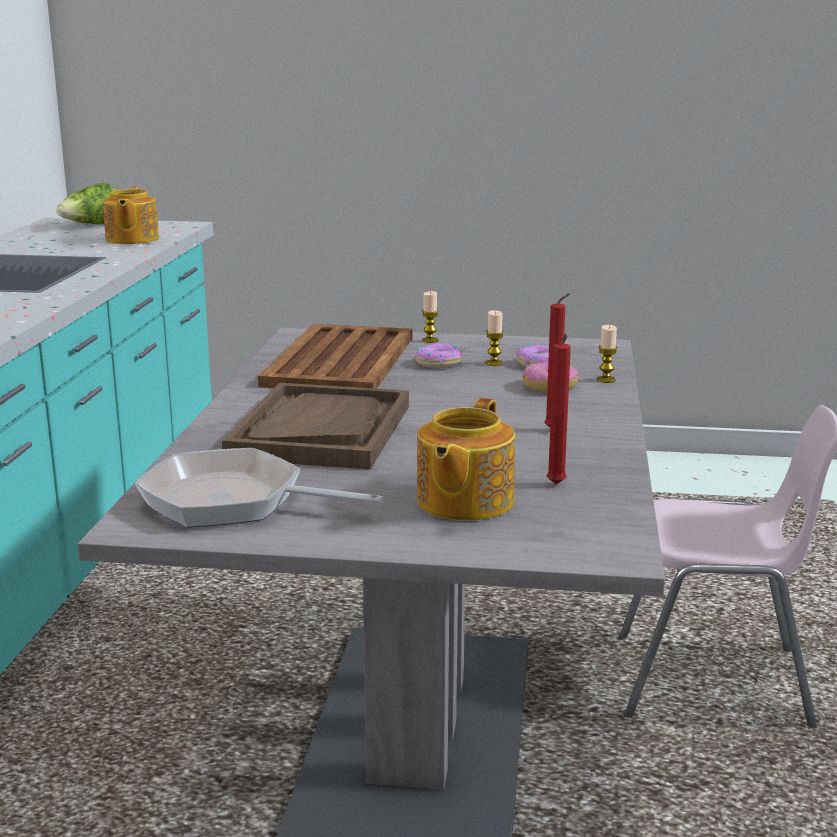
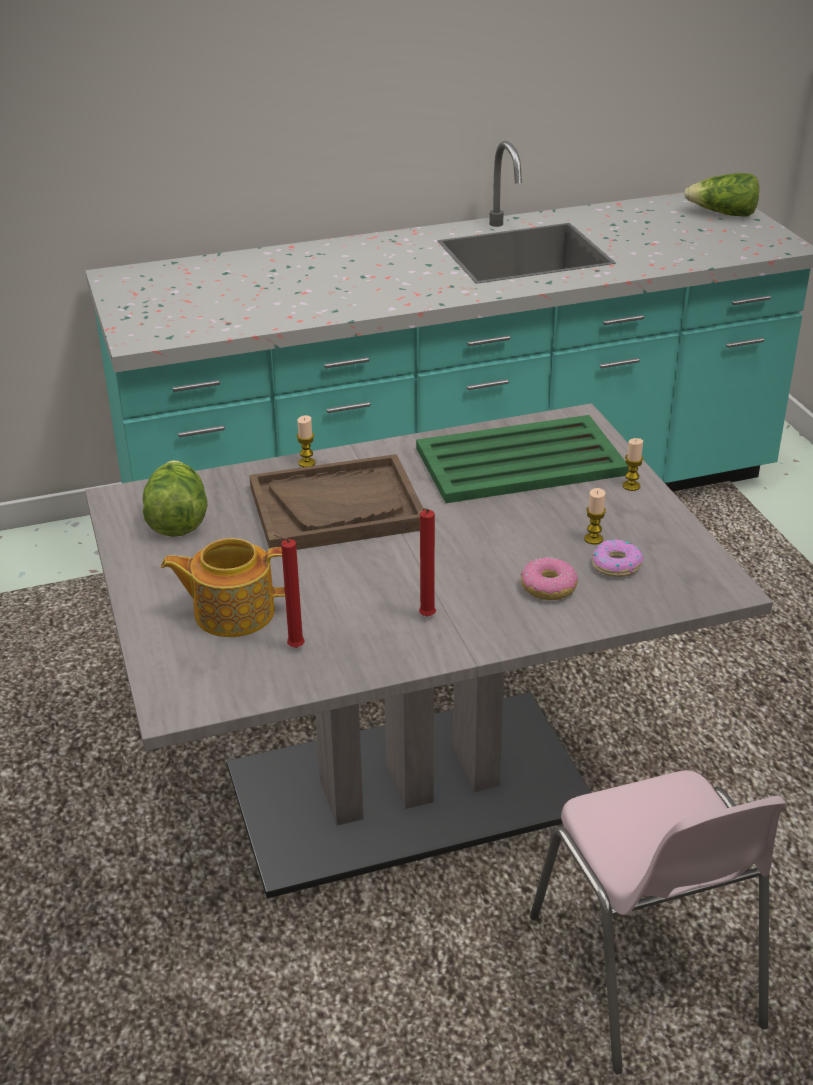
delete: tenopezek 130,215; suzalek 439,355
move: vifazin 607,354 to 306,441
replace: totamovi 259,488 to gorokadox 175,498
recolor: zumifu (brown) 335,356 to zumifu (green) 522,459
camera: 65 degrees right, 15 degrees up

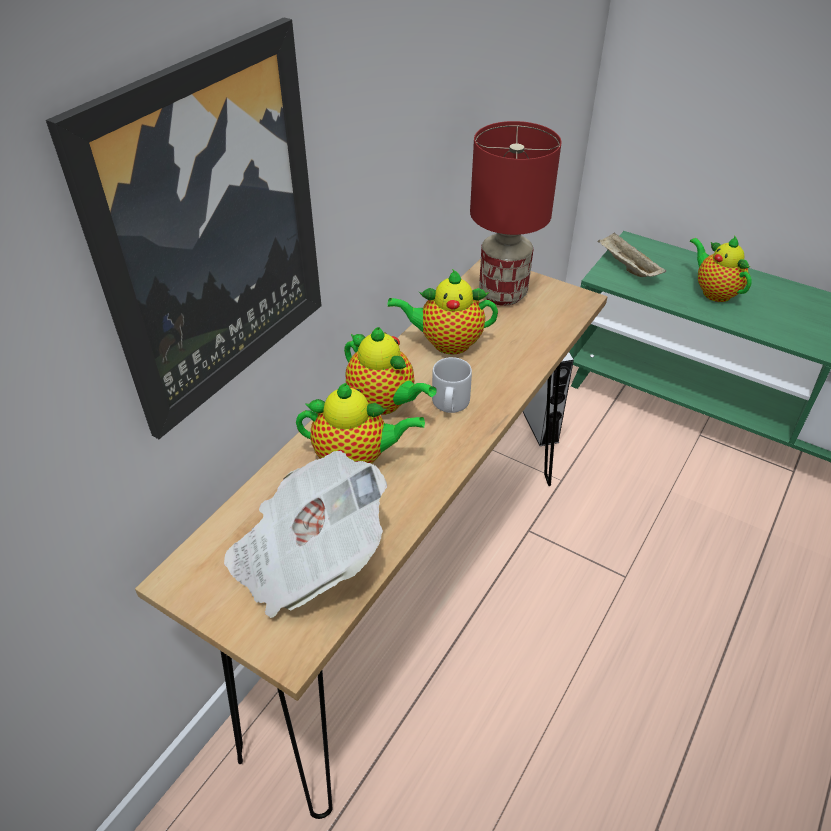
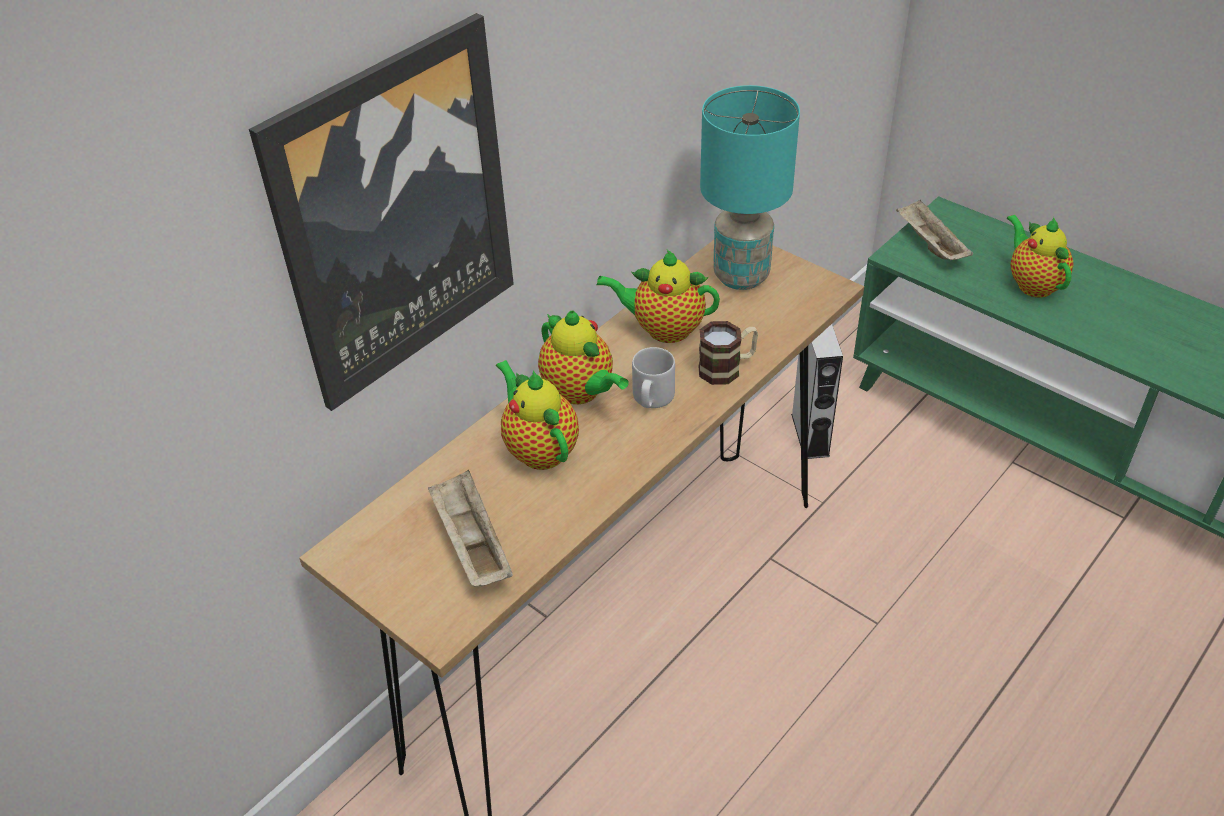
insert: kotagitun 728,353
replace: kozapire 305,534 to zumifu (beige) 470,528
recolor: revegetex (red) 516,213 to revegetex (turquoise) 750,187
rotate: tenopezek 360,423 = 537,415 135 degrees counterclockwise
camera: 10 degrees right, 0 degrees up

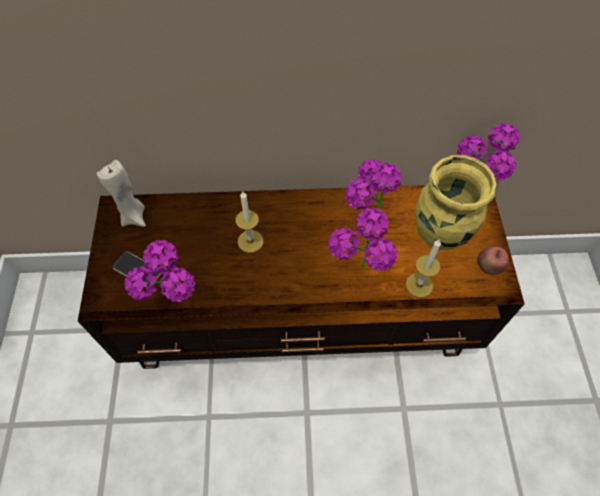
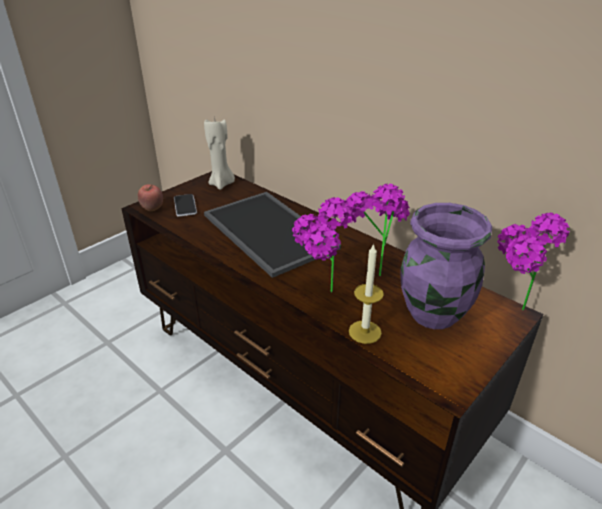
delete: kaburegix 159,271
move: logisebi 493,260 to 150,197
replace: vifazin 249,222 to zumifu 272,235
recolor: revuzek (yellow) 456,202 to revuzek (purple) 446,266
camera: 45 degrees right, 25 degrees down

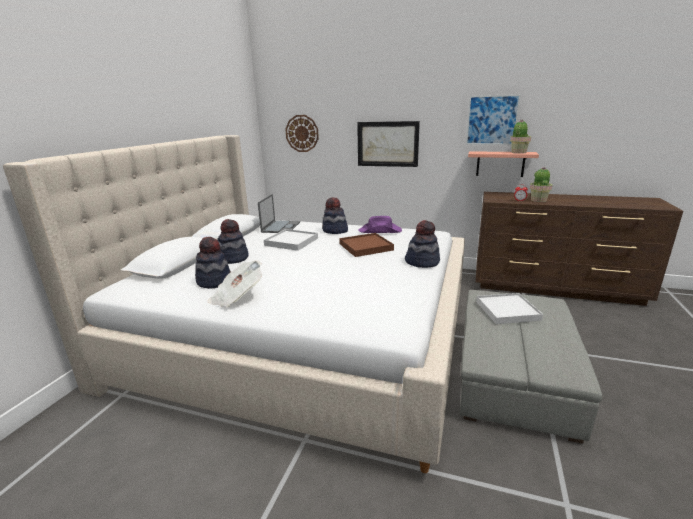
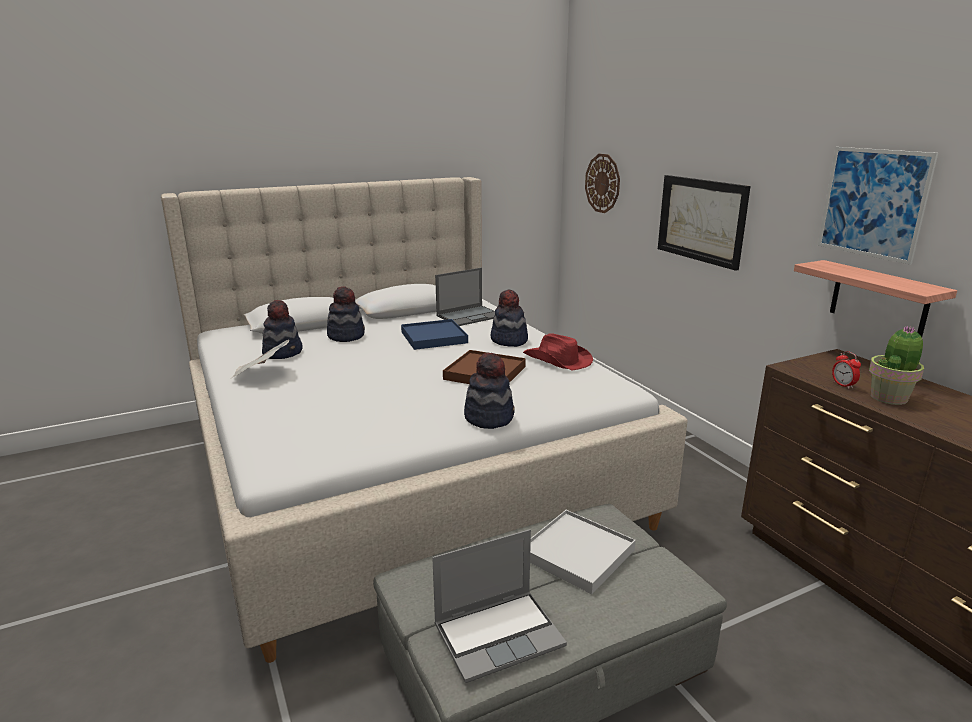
delete: kaburegix 520,137
insert: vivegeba 499,606
recolor: zumifu (white) 291,240 to zumifu (blue) 434,334; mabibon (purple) 380,224 to mabibon (red) 558,352
camera: 45 degrees right, 0 degrees up

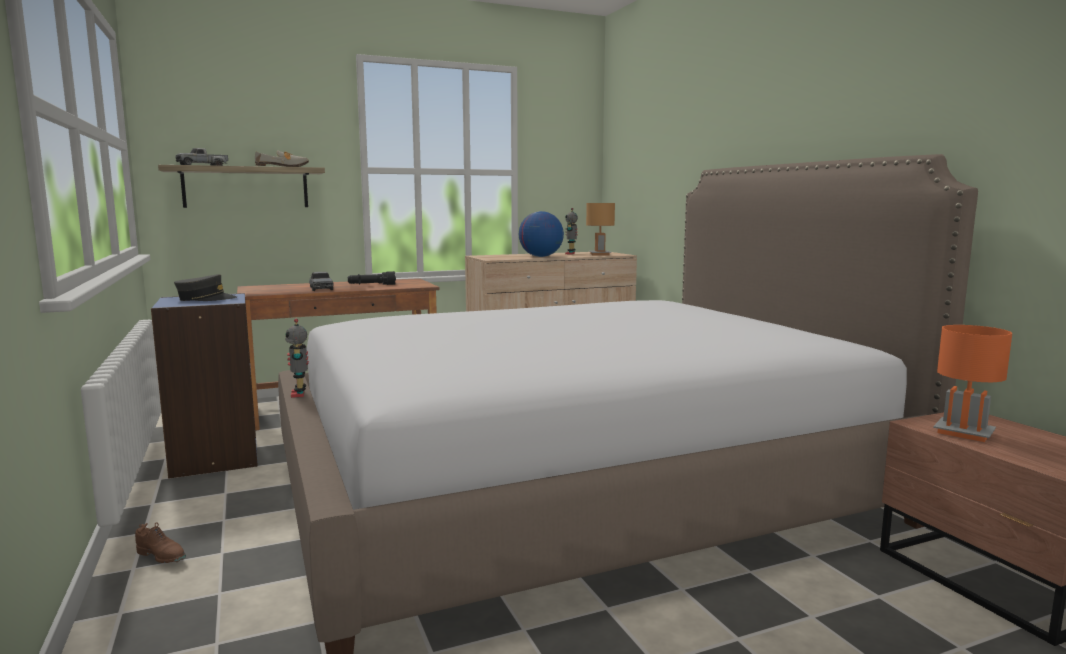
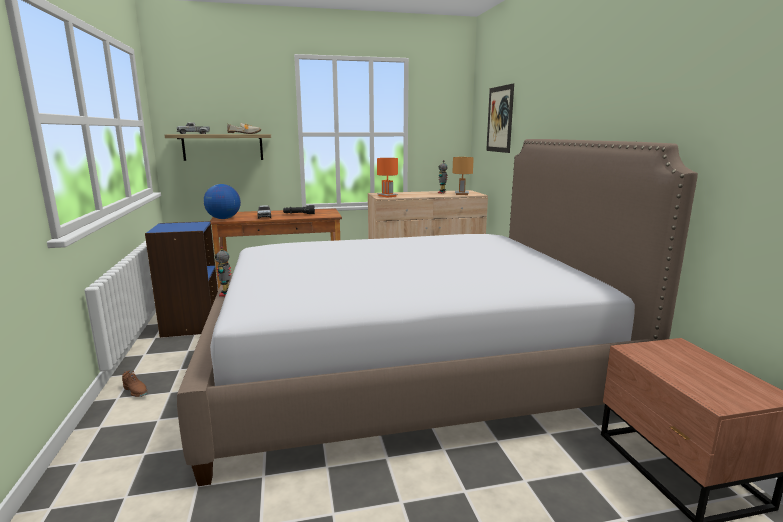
delete: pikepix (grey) 205,287
insert: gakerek 500,118
move: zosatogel 541,234 to 222,201; revegetex (orange) 972,383 to 387,178
camera: 10 degrees right, 5 degrees up

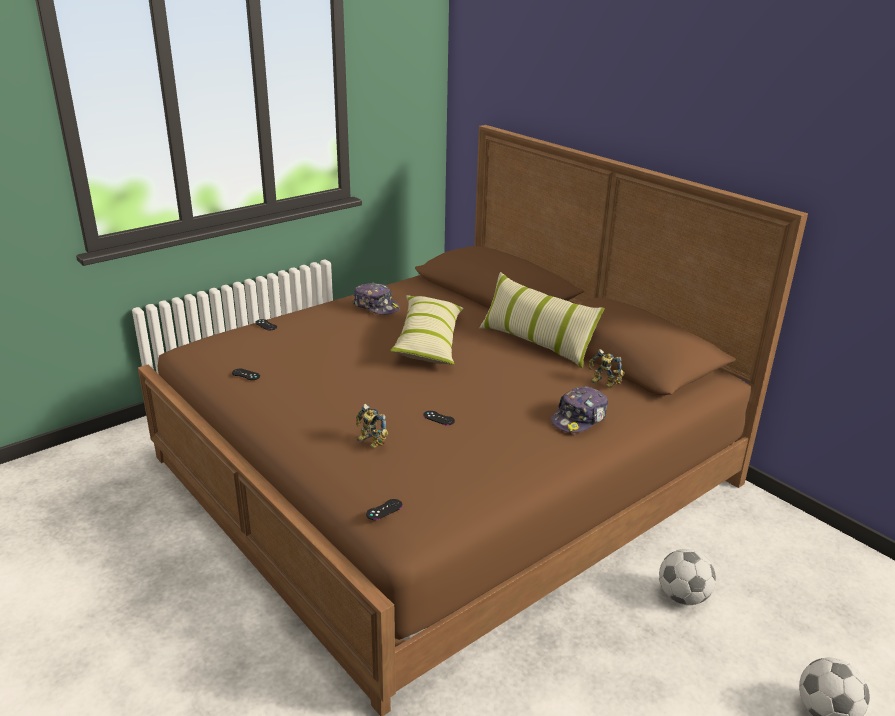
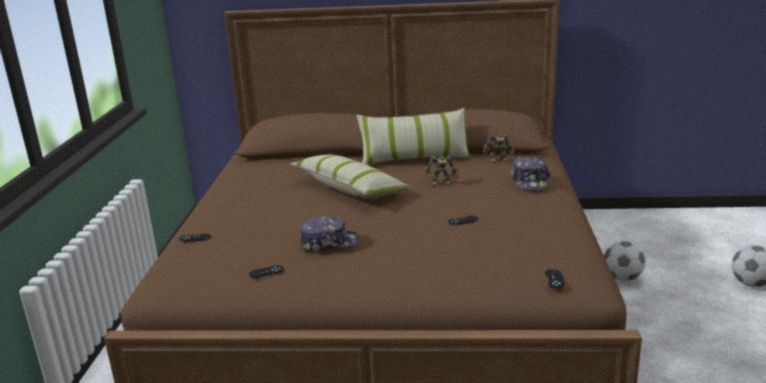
move: pikepix 376,298 to 330,234; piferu 372,426 to 441,171
camera: 45 degrees left, 5 degrees down

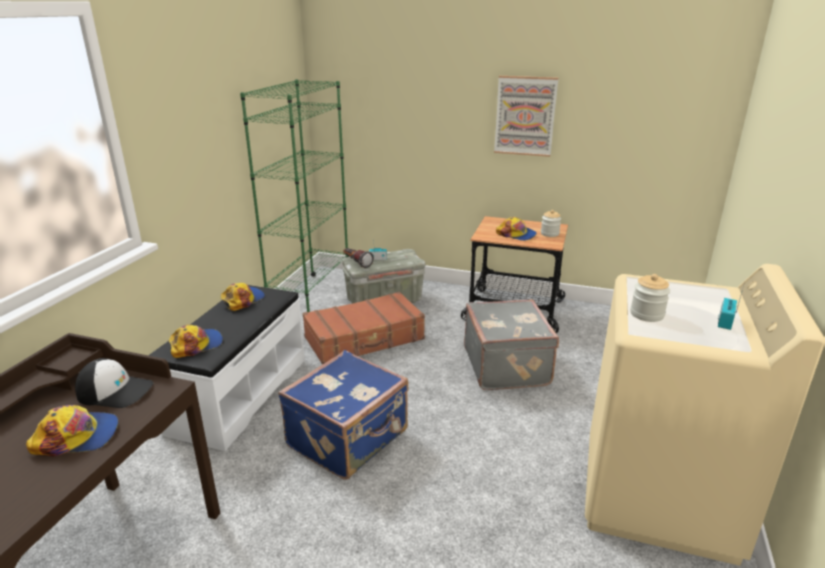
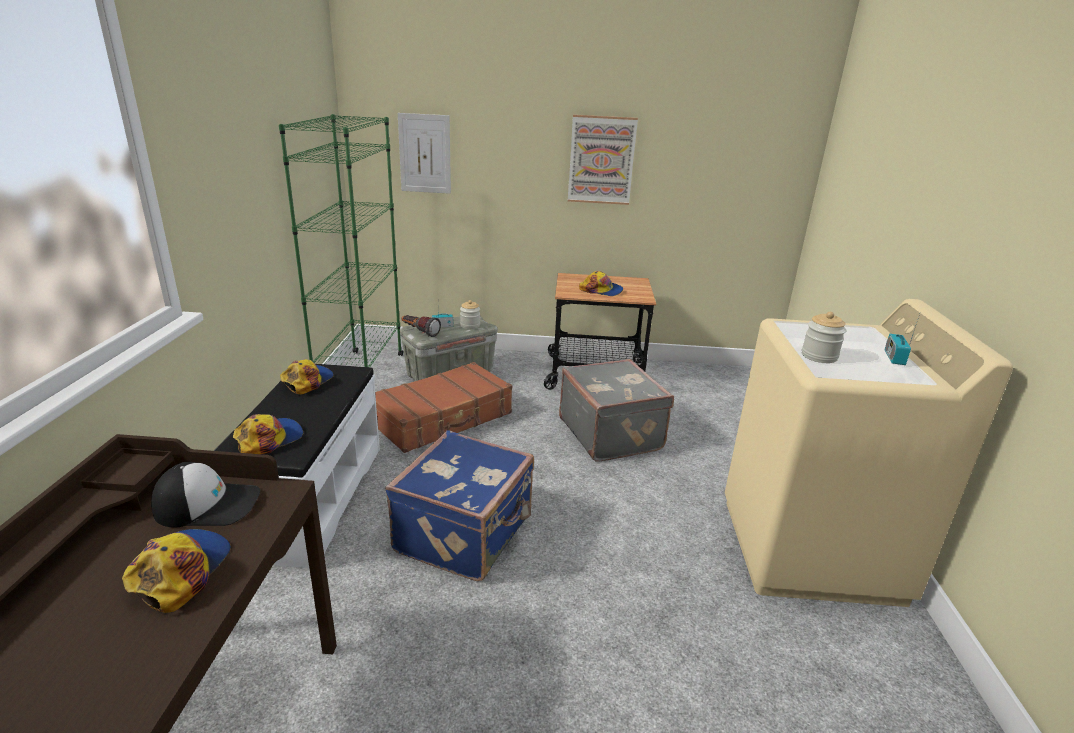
insert: gakerek 424,153
move: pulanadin 551,223 to 470,314
rotate: pikepix 72,430 = 176,571 60 degrees counterclockwise
camera: 15 degrees left, 0 degrees up

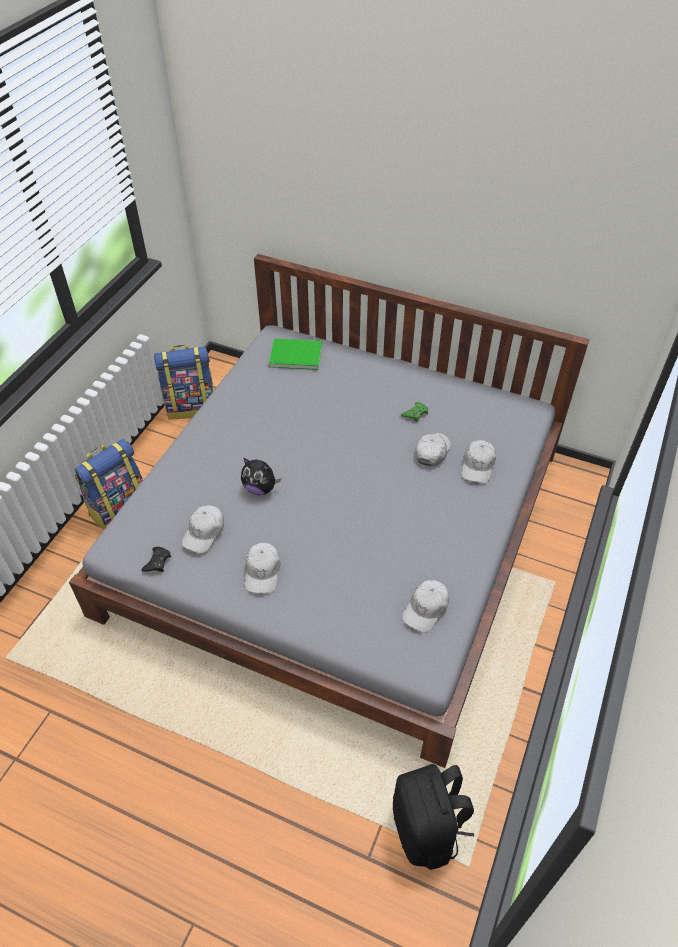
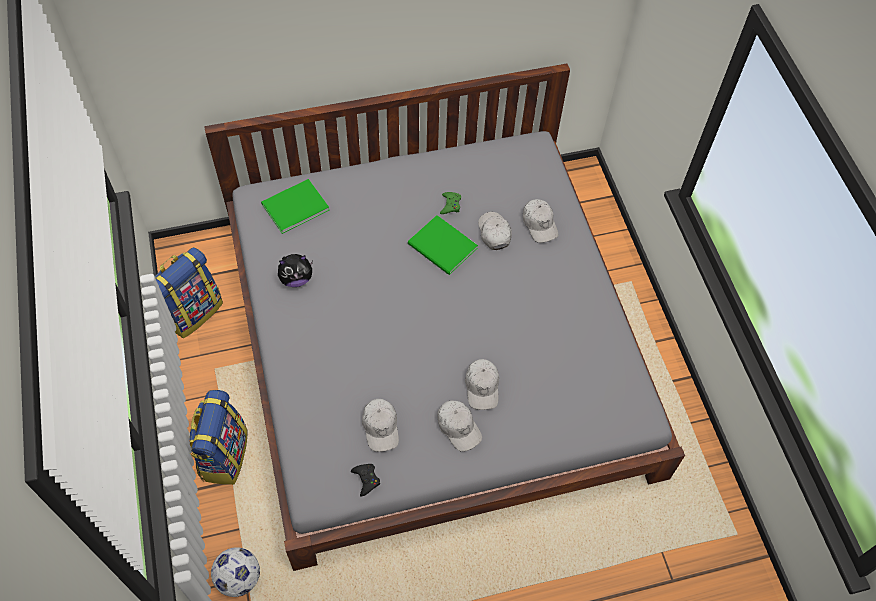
delete: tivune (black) 433,817
insert: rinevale 235,572; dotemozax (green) 443,245
move: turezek 261,476 to 295,270; pikepix (white) 425,606 to 482,384
camera: 40 degrees left, 10 degrees up

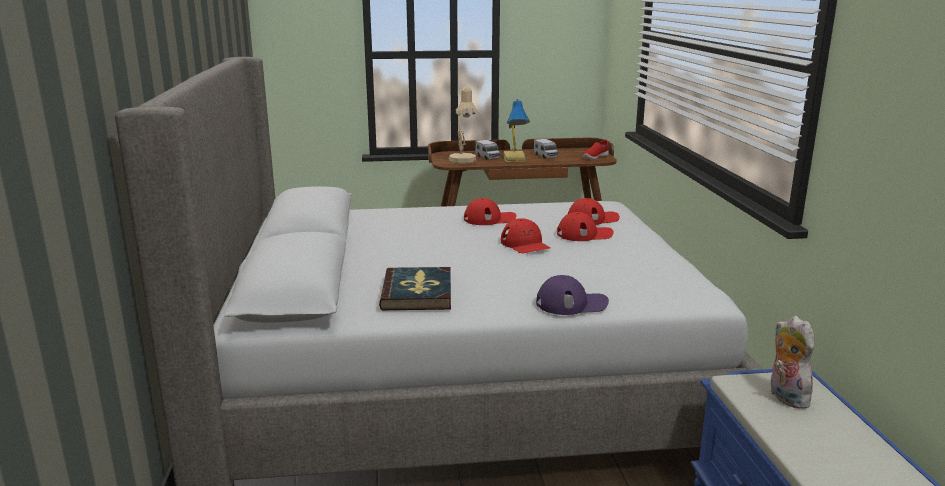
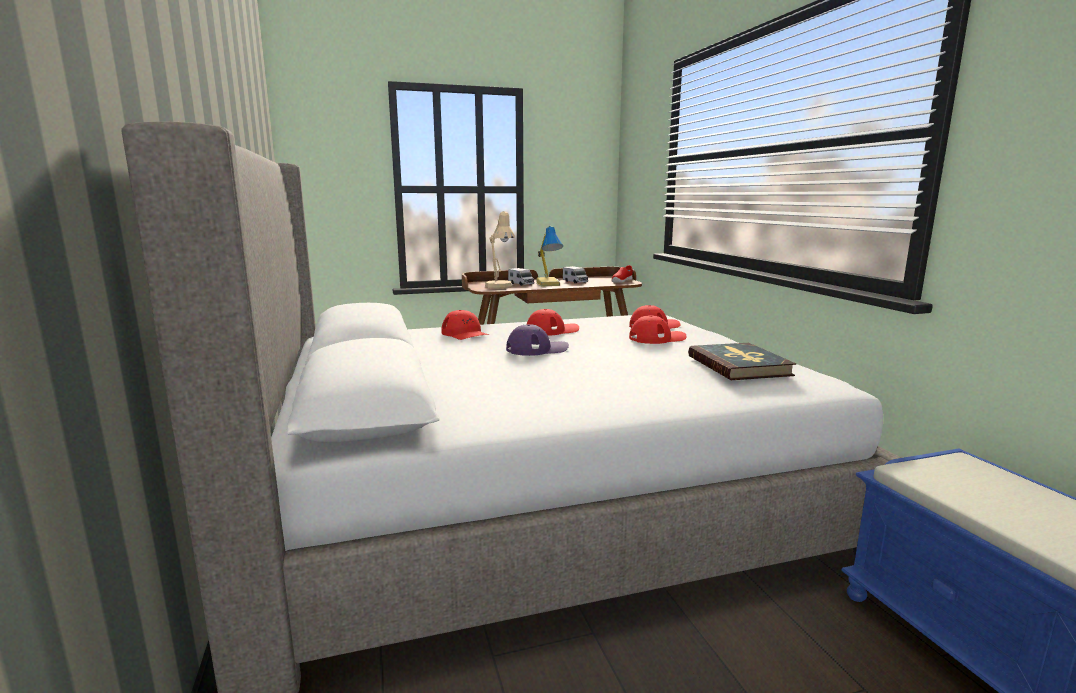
delete: turezek 793,362
move: dotemozax 415,288 to 742,361; pikepix (red) 525,235 to 465,325; pikepix (purple) 572,295 to 537,340
camera: 10 degrees left, 5 degrees down

